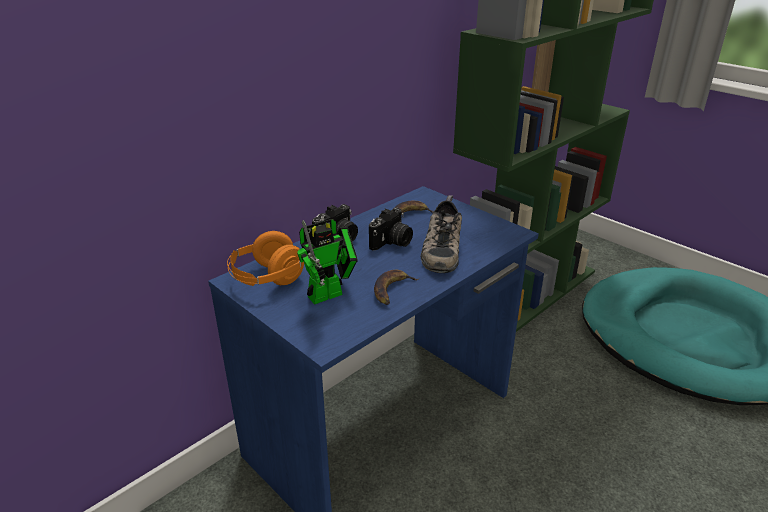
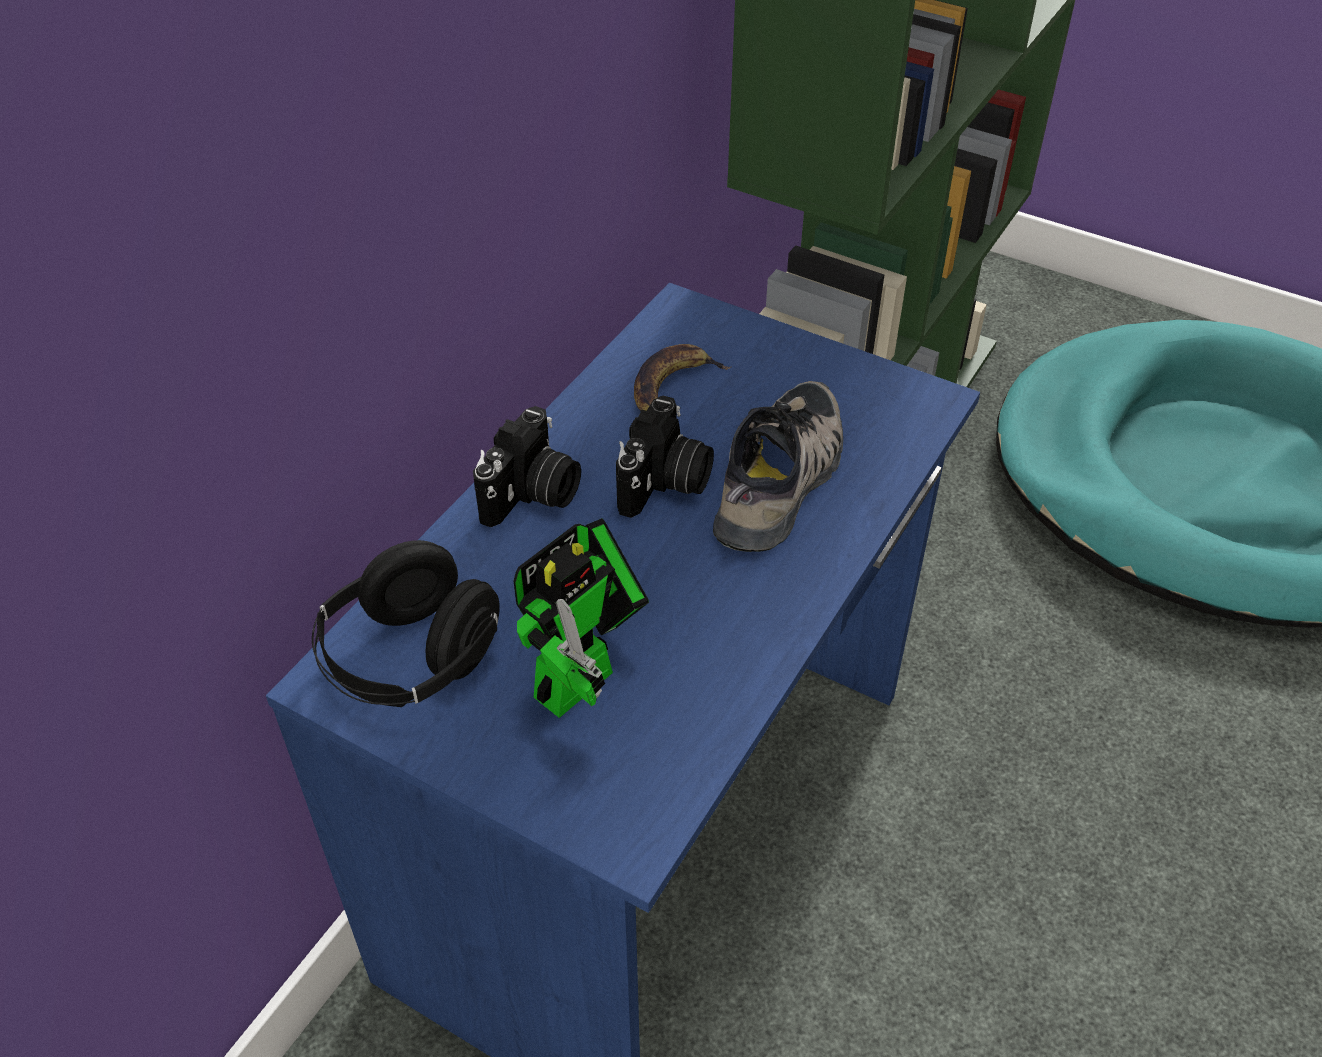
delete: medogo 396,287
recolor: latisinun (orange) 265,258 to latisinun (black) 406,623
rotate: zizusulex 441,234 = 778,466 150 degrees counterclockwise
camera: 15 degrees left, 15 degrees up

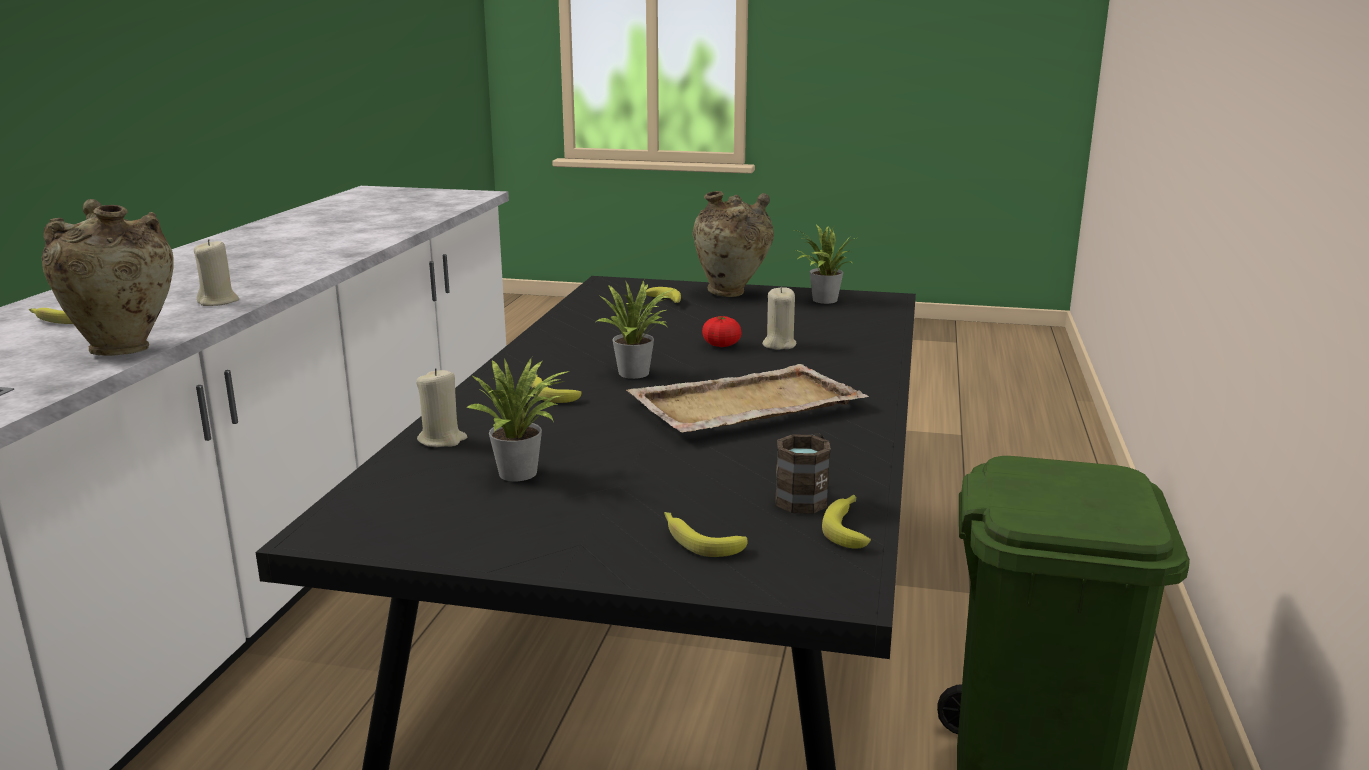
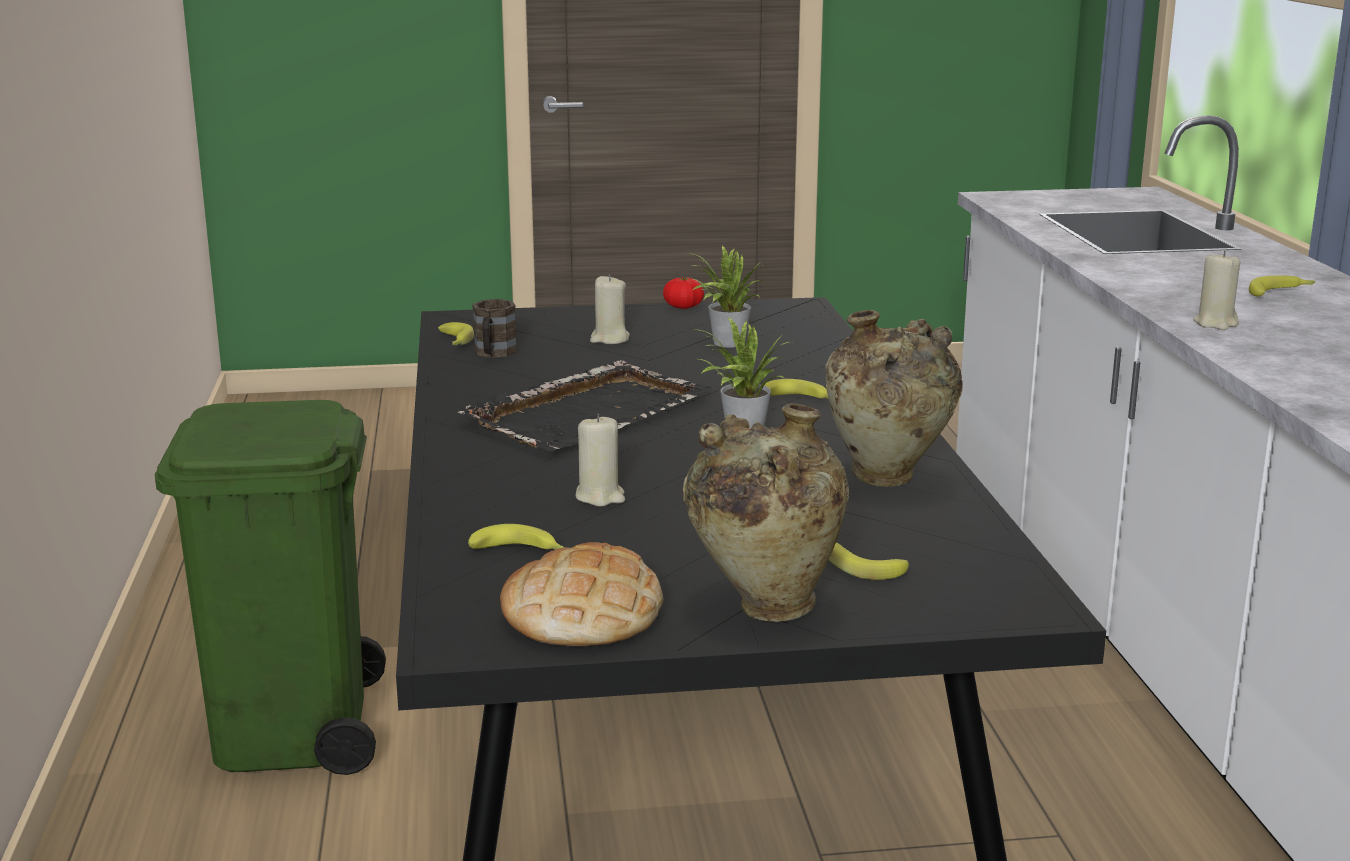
move: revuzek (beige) 108,277 to 894,398; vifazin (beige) 441,407 to 610,309; medogo 706,534 to 516,537; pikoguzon 722,331 to 683,293
replace: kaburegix 825,264 to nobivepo 581,594
recolor: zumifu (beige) 747,398 to zumifu (black) 584,406
camera: 160 degrees right, 0 degrees up

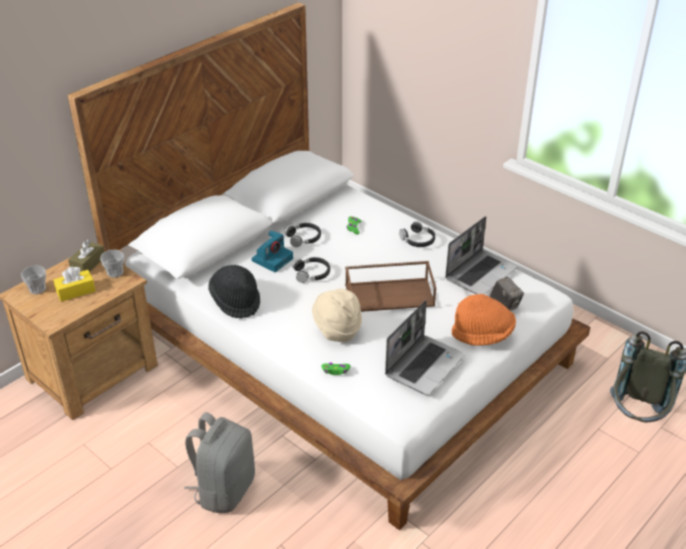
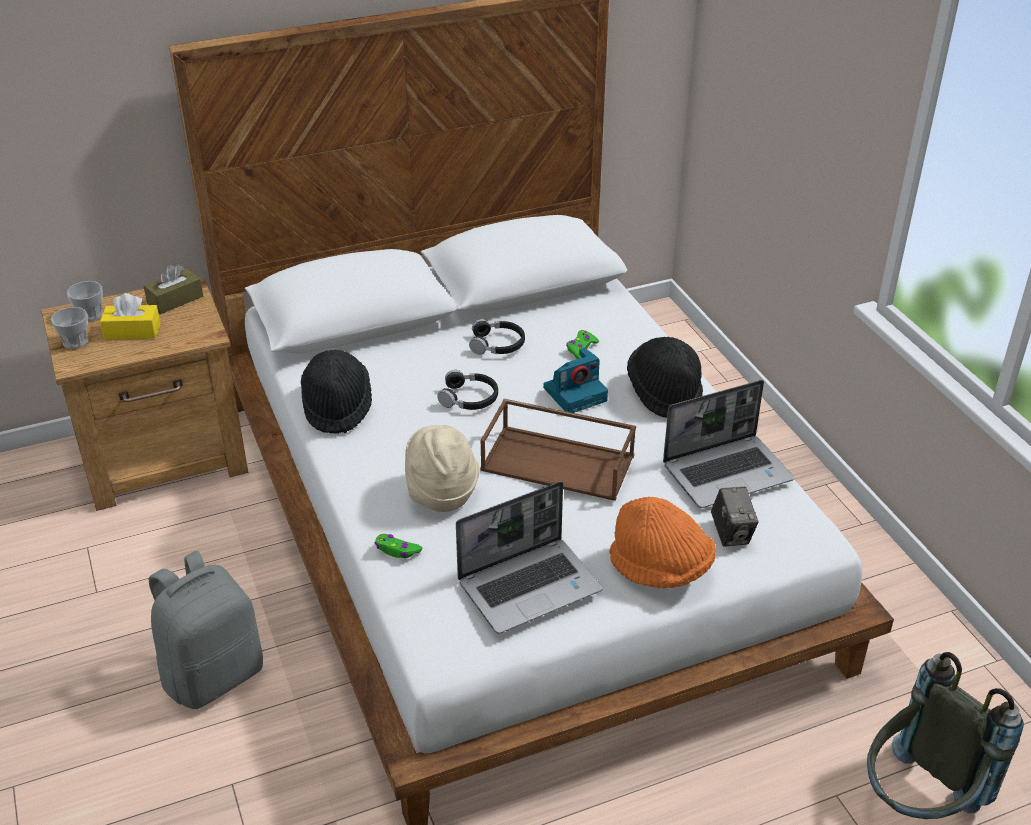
move: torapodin 112,264 to 69,328; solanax 272,251 to 575,380
replace: latisinun (black) 417,234 to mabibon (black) 665,377
camera: 25 degrees right, 0 degrees up

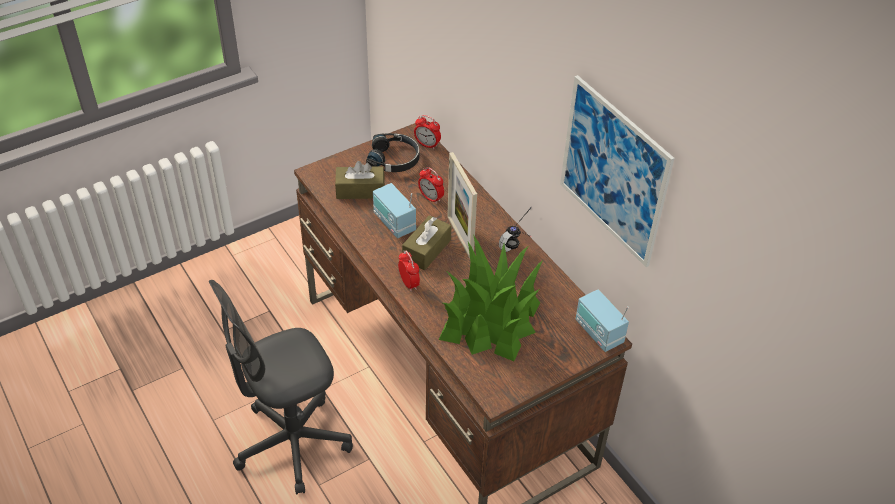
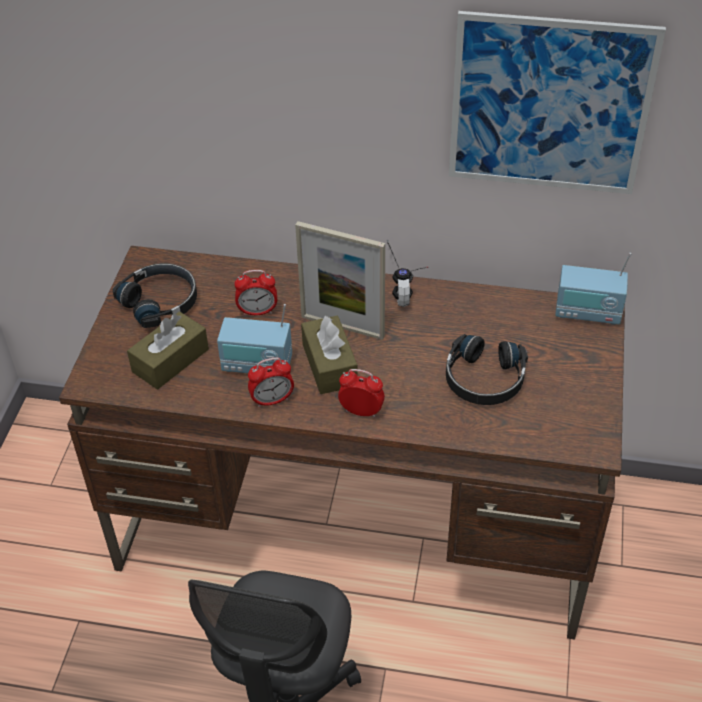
move: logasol 427,132 to 271,382
replace: kaburegix 491,298 to latisinun (black) 487,369
camera: 45 degrees left, 0 degrees up

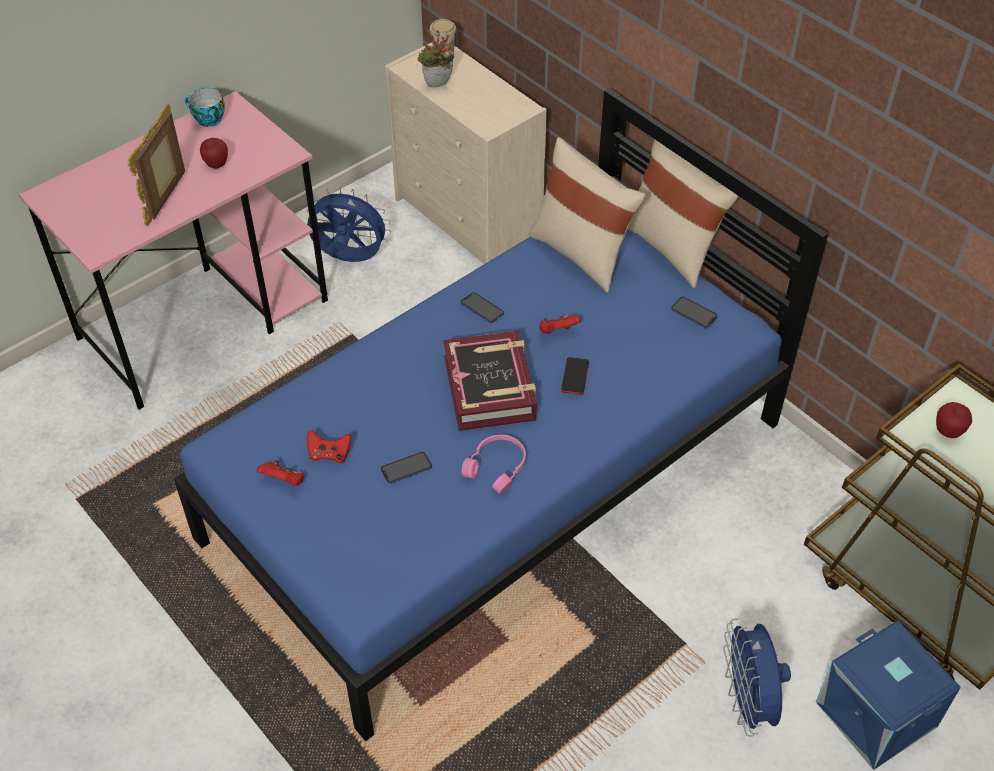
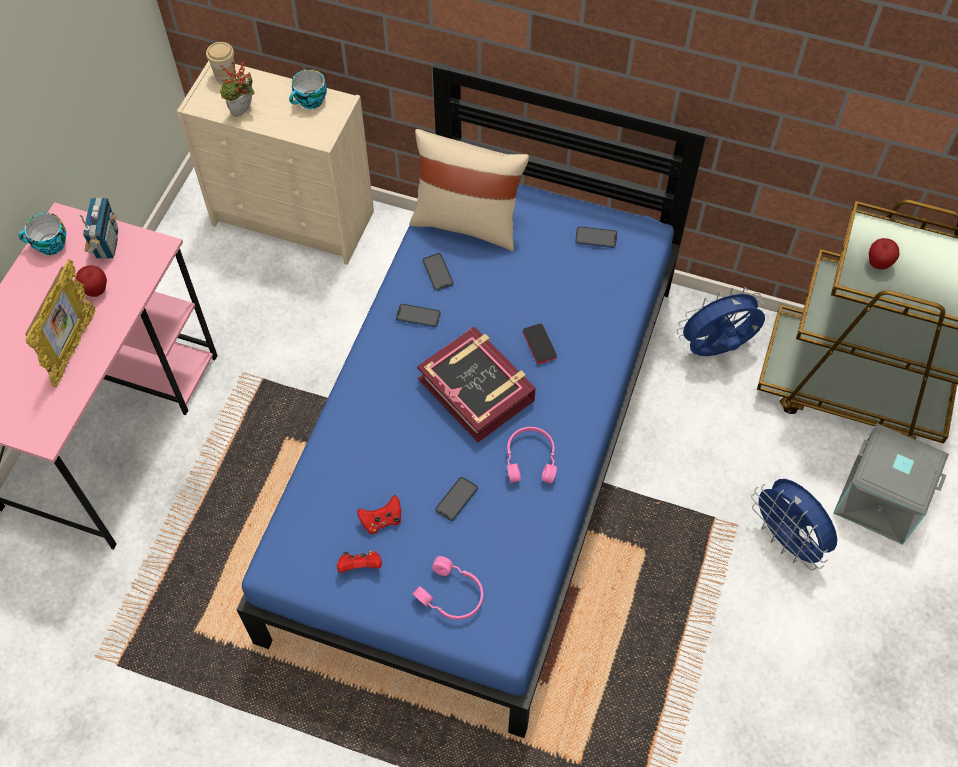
delete: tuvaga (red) 560,324; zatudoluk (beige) 683,213
insert: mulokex 98,228; torapodin 308,89; latisinun (pink) 448,588; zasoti 438,272
move: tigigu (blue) 349,224 to 721,321
recolor: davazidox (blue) 888,695 to davazidox (grey) 891,484
rotate: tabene 156,165 = 60,323 150 degrees counterclockwise
camera: 30 degrees left, 10 degrees up

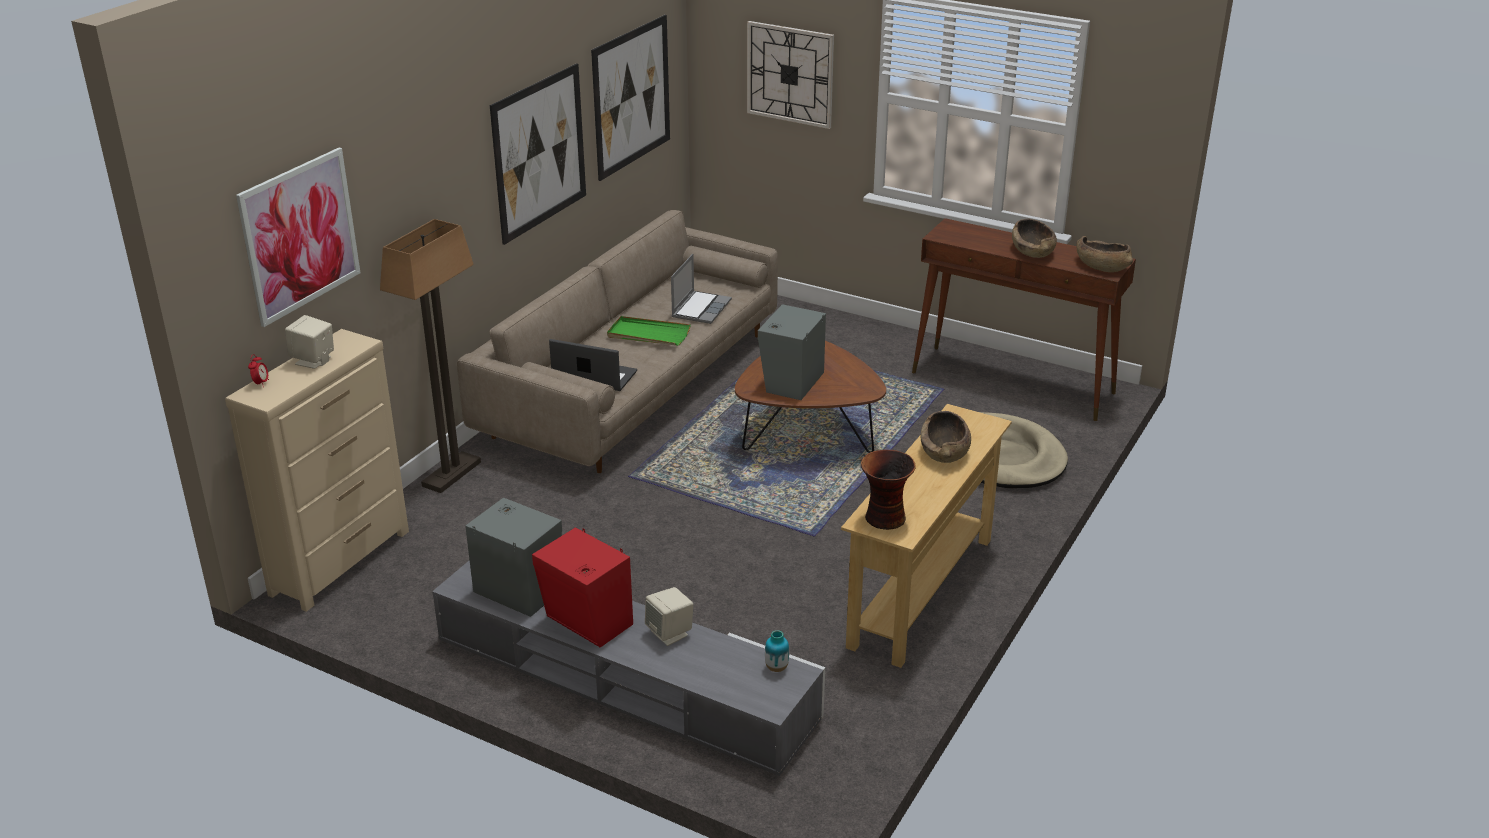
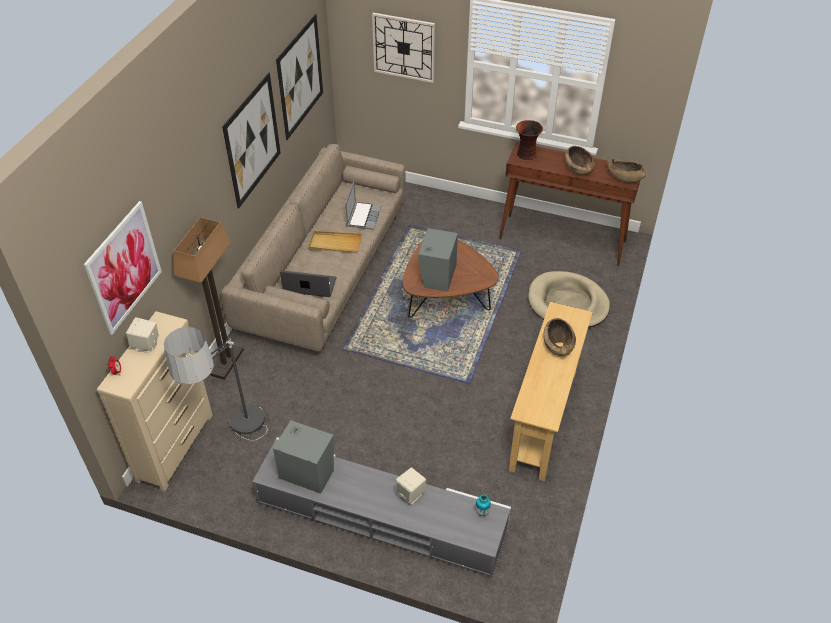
delete: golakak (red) 582,588
insert: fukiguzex 215,384
move: revuzek 888,490 to 529,140
recolor: zumifu (green) 649,331 to zumifu (beige) 335,242
camera: 10 degrees left, 15 degrees up

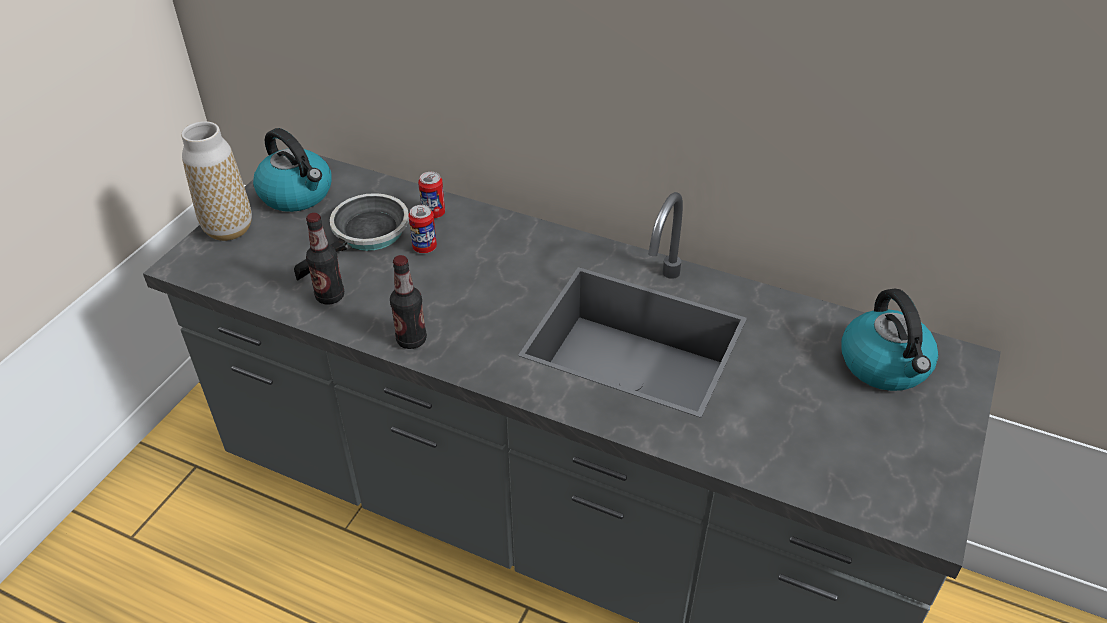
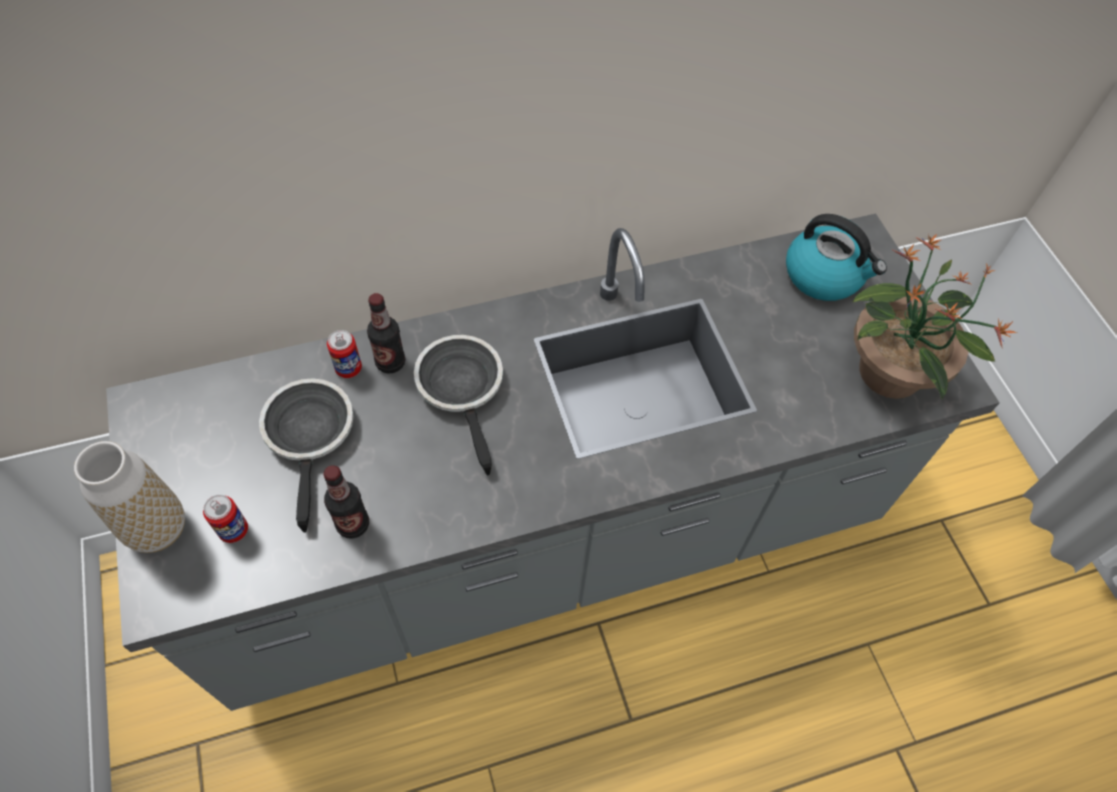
delete: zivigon 292,170
insert: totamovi 458,405; kaburegix 935,316
move: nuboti 408,302 to 386,333; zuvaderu 422,229 to 225,519
camera: 45 degrees left, 15 degrees up

